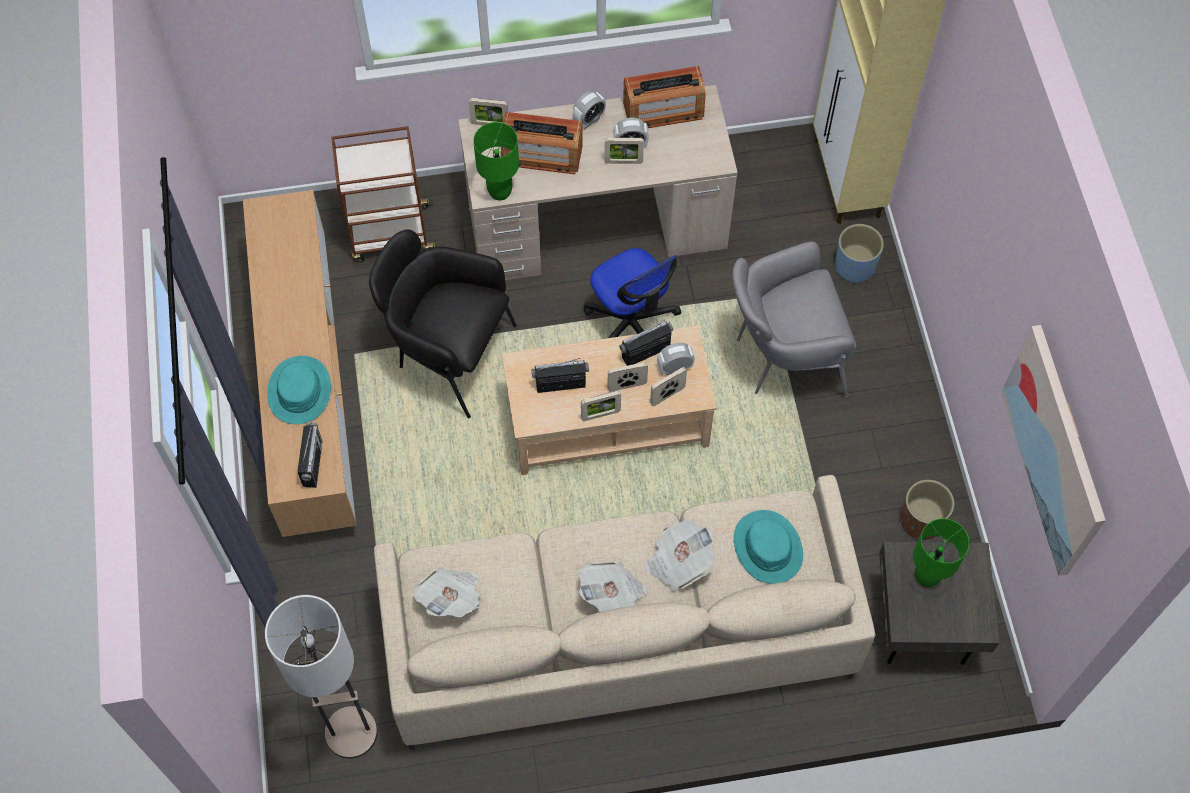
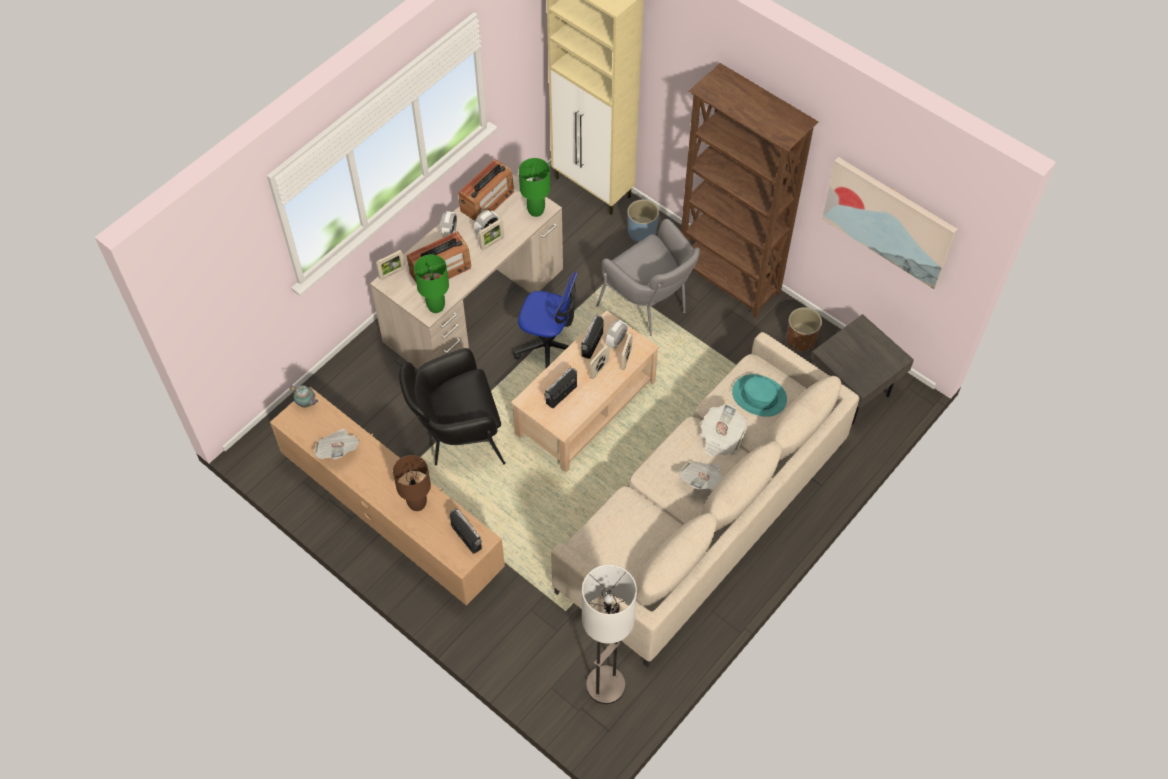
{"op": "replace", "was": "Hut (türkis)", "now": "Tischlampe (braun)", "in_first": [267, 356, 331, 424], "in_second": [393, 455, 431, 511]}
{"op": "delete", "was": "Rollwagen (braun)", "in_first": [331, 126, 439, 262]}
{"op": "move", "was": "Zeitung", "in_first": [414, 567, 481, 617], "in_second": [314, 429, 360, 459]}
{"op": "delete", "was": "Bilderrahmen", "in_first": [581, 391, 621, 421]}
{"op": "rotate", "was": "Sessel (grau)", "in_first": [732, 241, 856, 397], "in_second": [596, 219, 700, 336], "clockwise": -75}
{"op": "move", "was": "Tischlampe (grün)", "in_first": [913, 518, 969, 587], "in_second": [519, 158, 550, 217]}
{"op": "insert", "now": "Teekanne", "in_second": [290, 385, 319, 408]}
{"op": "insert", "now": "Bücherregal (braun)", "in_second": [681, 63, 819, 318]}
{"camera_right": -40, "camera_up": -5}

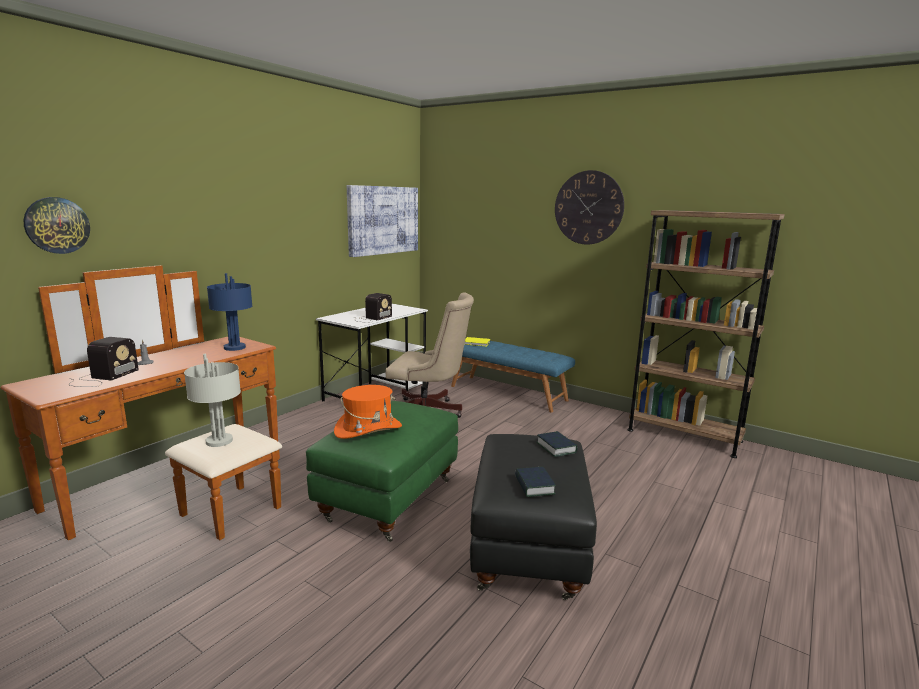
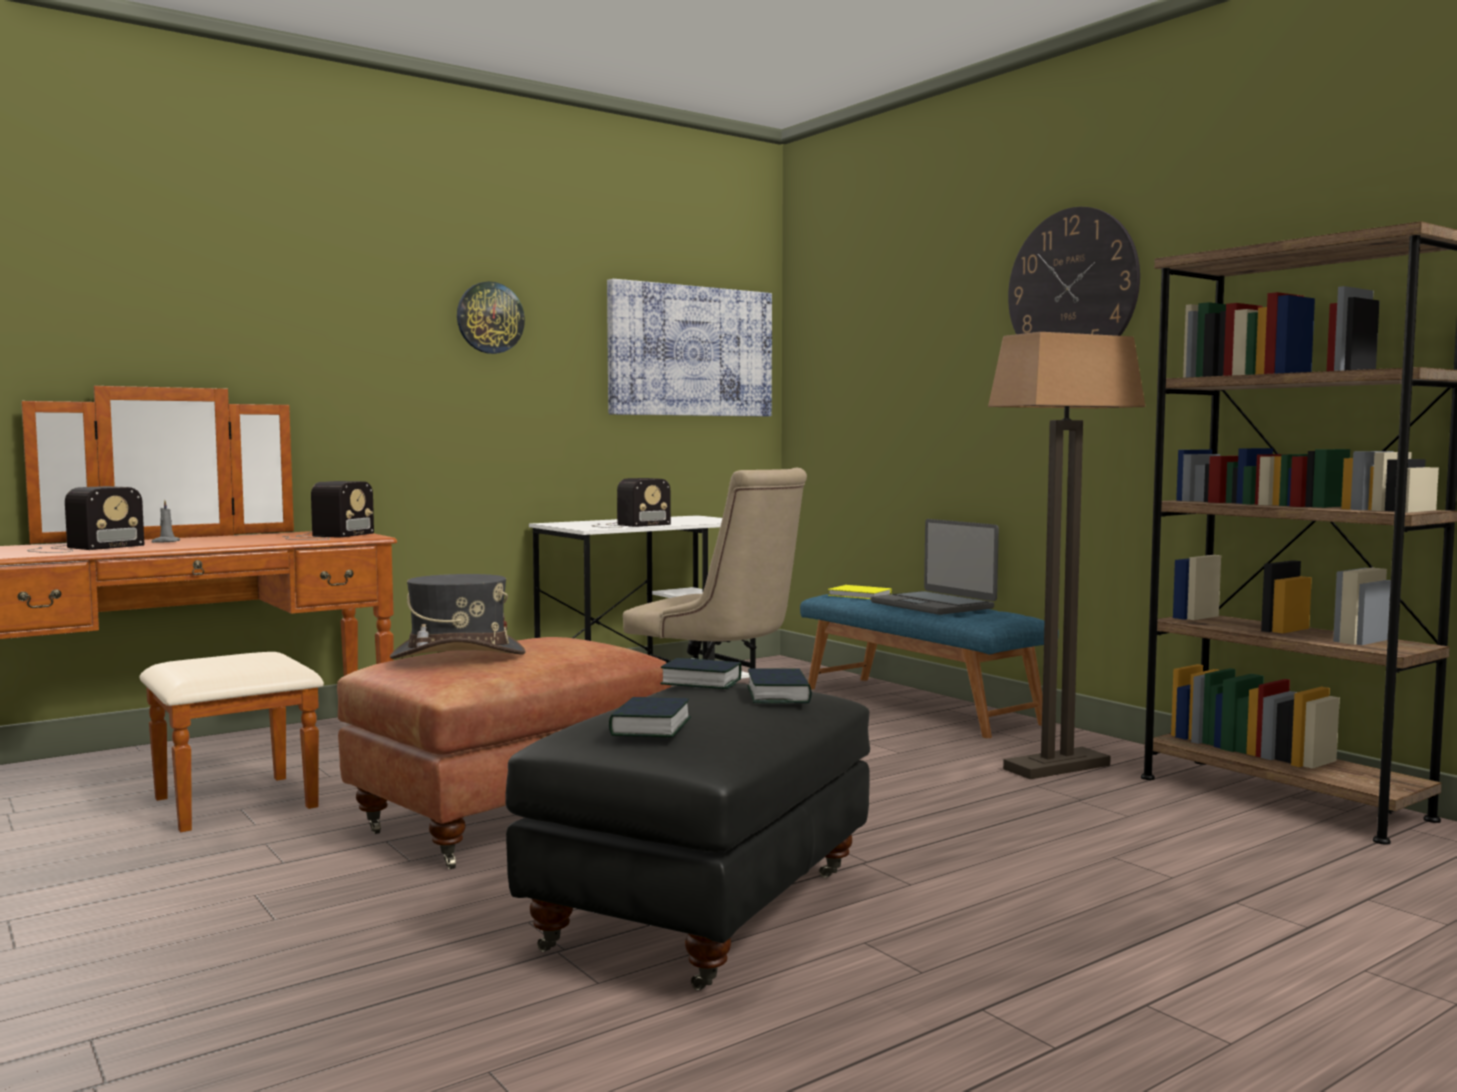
{"op": "move", "was": "Wanduhr", "in_first": [23, 197, 90, 254], "in_second": [457, 282, 525, 354]}
{"op": "delete", "was": "Tischlampe (grau)", "in_first": [184, 354, 241, 447]}
{"op": "replace", "was": "Tischlampe (blau)", "now": "Radio", "in_first": [207, 273, 252, 351], "in_second": [282, 481, 374, 540]}
{"op": "recolor", "was": "Polsterhocker (grün)", "now": "Polsterhocker (braun)", "in_first": [306, 401, 458, 542], "in_second": [337, 637, 671, 869]}
{"op": "recolor", "was": "Hut (orange)", "now": "Hut (grau)", "in_first": [334, 385, 402, 439], "in_second": [390, 574, 526, 659]}
{"op": "insert", "now": "Buch", "in_second": [660, 658, 741, 689]}
{"op": "insert", "now": "Laptop", "in_second": [871, 519, 999, 615]}
{"op": "insert", "now": "Stehlampe", "in_second": [988, 332, 1146, 779]}
{"camera_right": 20, "camera_up": -10}

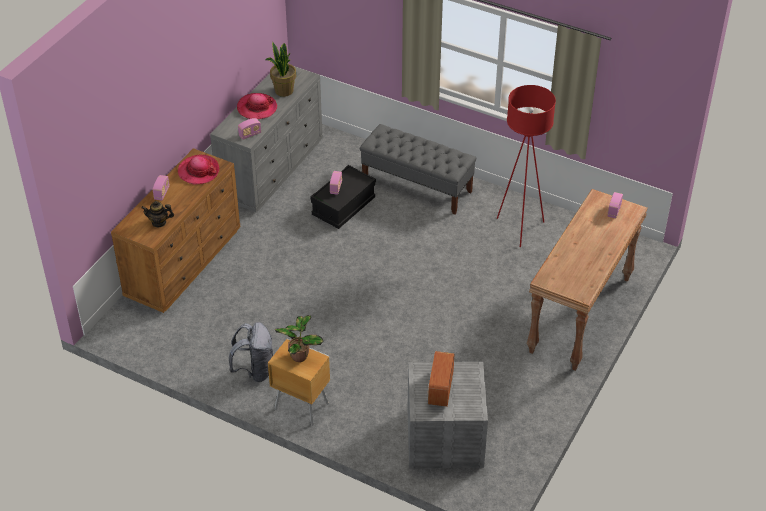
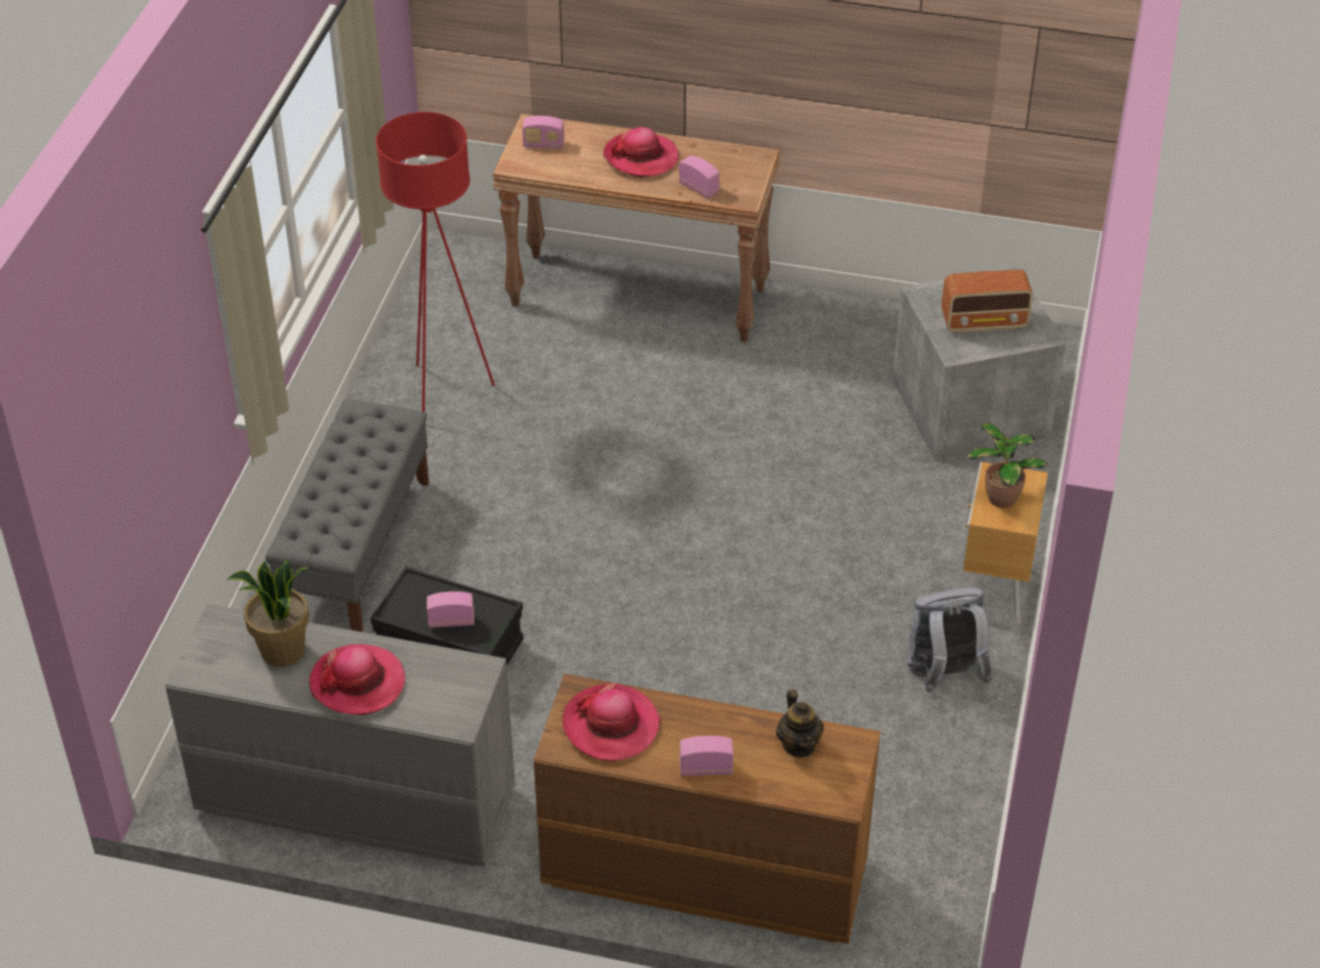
{"op": "move", "was": "Radio", "in_first": [238, 118, 261, 140], "in_second": [679, 155, 720, 199]}
{"op": "insert", "now": "Hut", "in_second": [603, 127, 679, 177]}
{"camera_right": -105, "camera_up": 0}

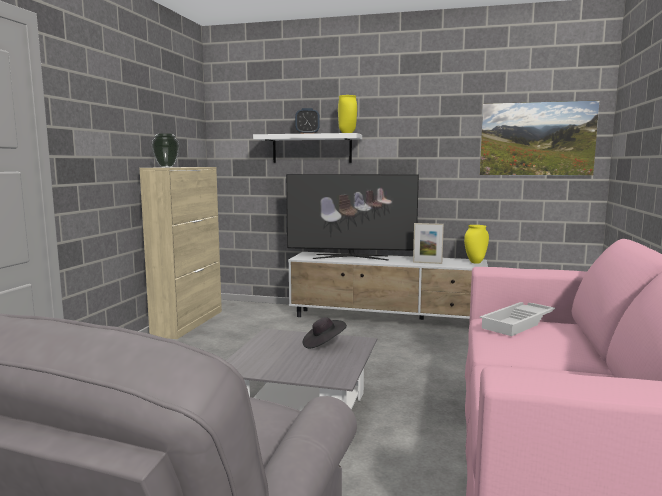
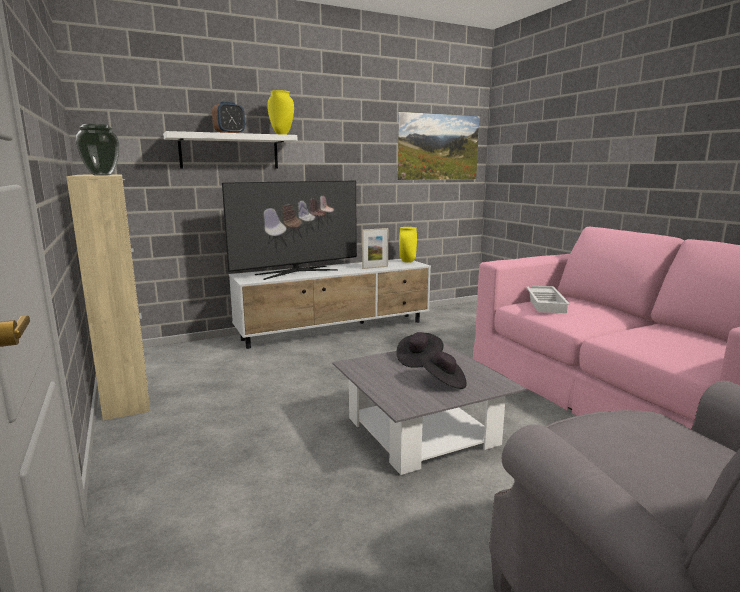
{"op": "insert", "now": "Hut (schwarz)", "in_second": [418, 351, 467, 389]}
{"camera_right": -40, "camera_up": 5}

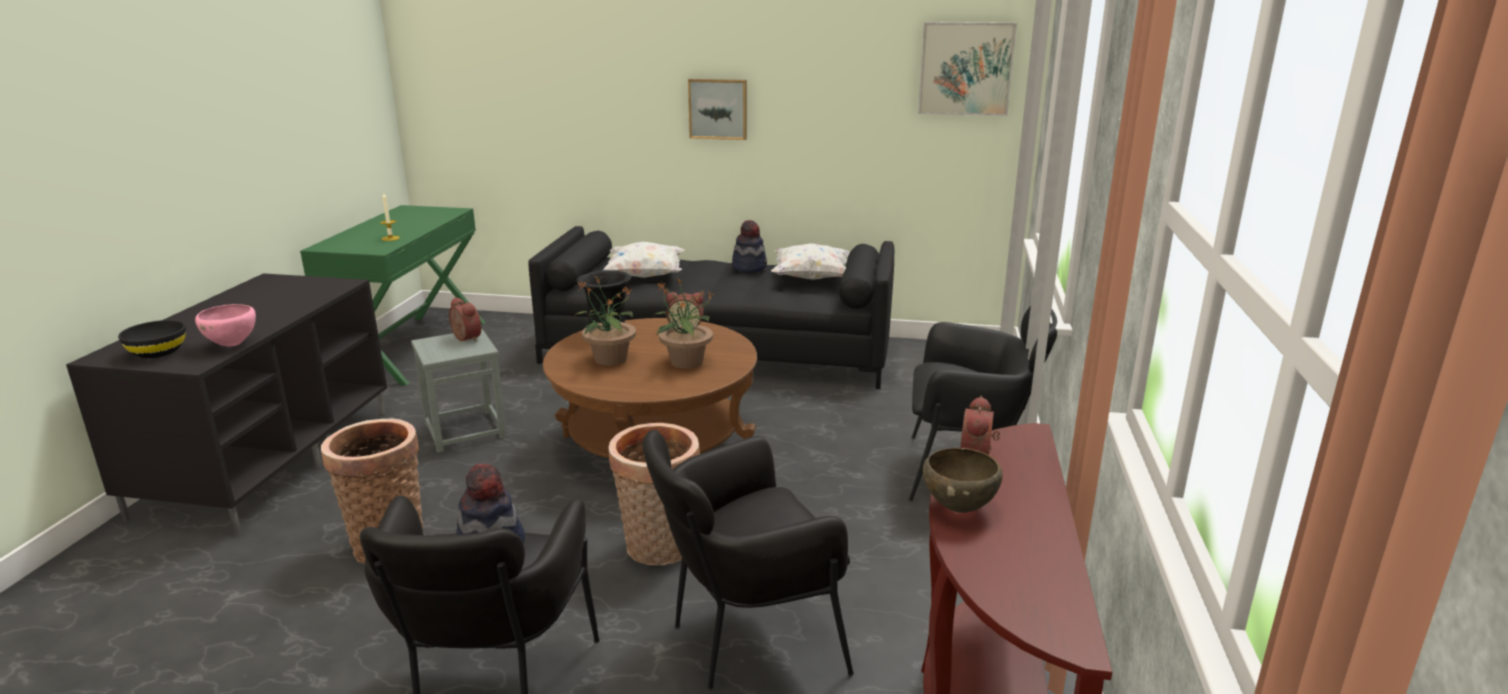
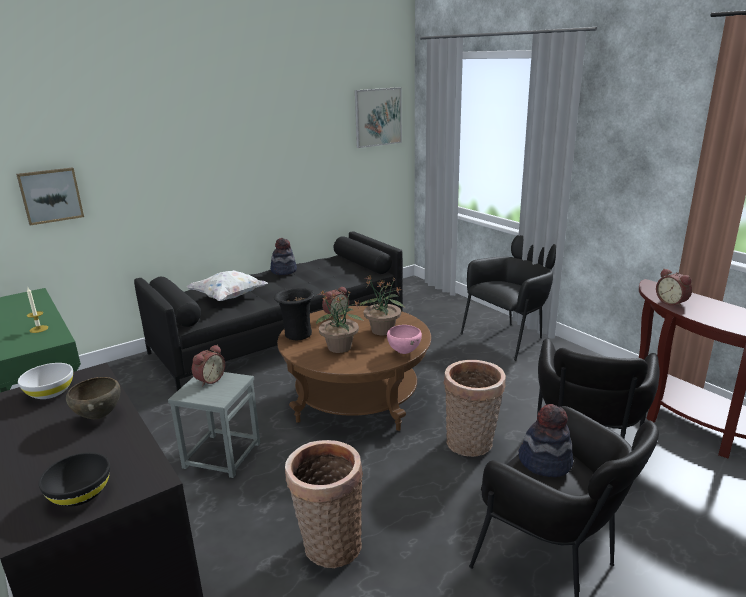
{"op": "move", "was": "Schüssel (rosa)", "in_first": [195, 304, 256, 346], "in_second": [387, 325, 422, 354]}
{"op": "rotate", "was": "Wecker", "in_first": [449, 297, 481, 342], "in_second": [192, 344, 225, 387], "clockwise": 120}
{"op": "move", "was": "Bild", "in_first": [688, 79, 747, 140], "in_second": [16, 167, 84, 226]}
{"op": "delete", "was": "Kissen (weiß)", "in_first": [771, 243, 850, 280]}
{"op": "move", "was": "Schüssel (braun)", "in_first": [923, 448, 1003, 513], "in_second": [66, 377, 120, 419]}
{"op": "insert", "now": "Schüssel (weiß)", "in_second": [18, 363, 73, 399]}
{"camera_right": -45, "camera_up": 0}

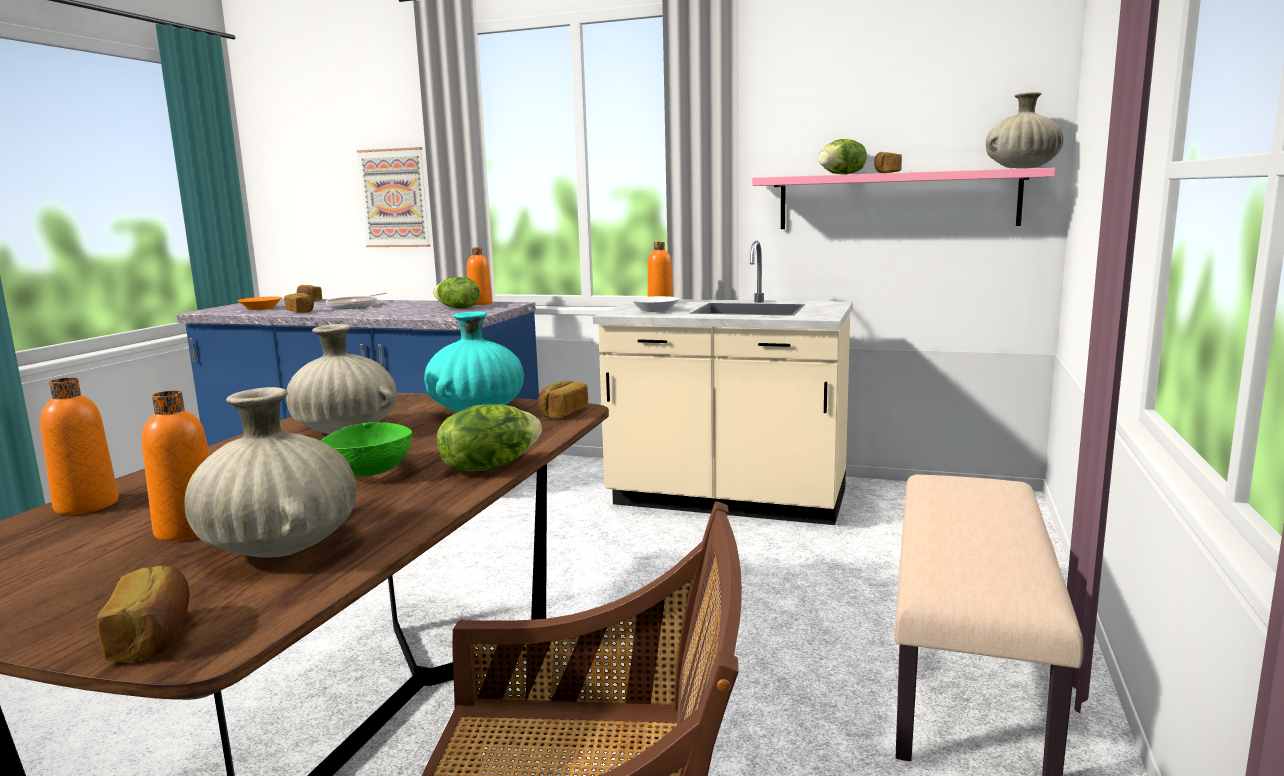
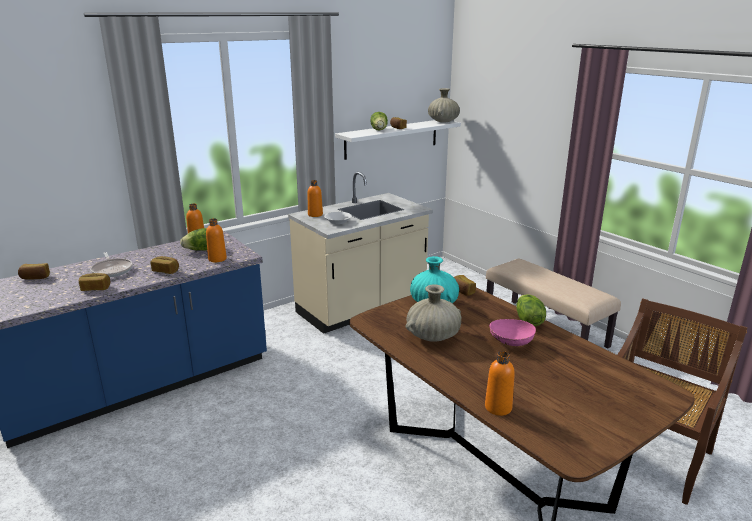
{"op": "move", "was": "Brot", "in_first": [97, 566, 190, 662], "in_second": [150, 256, 179, 274]}
{"op": "move", "was": "Flasche (orange)", "in_first": [142, 391, 210, 541], "in_second": [206, 218, 227, 262]}
{"op": "delete", "was": "Vase (beige)", "in_first": [184, 387, 357, 558]}
{"op": "delete", "was": "Schüssel (orange)", "in_first": [237, 297, 282, 310]}
{"op": "recolor", "was": "Schüssel (grün)", "now": "Schüssel (rosa)", "in_first": [321, 422, 412, 476], "in_second": [489, 319, 536, 346]}
{"op": "delete", "was": "Bild", "in_first": [357, 147, 430, 247]}
{"op": "recolor", "was": "Wandregal (rosa)", "now": "Wandregal (weiß)", "in_first": [752, 168, 1055, 229], "in_second": [335, 120, 461, 160]}
{"camera_right": -55, "camera_up": 10}

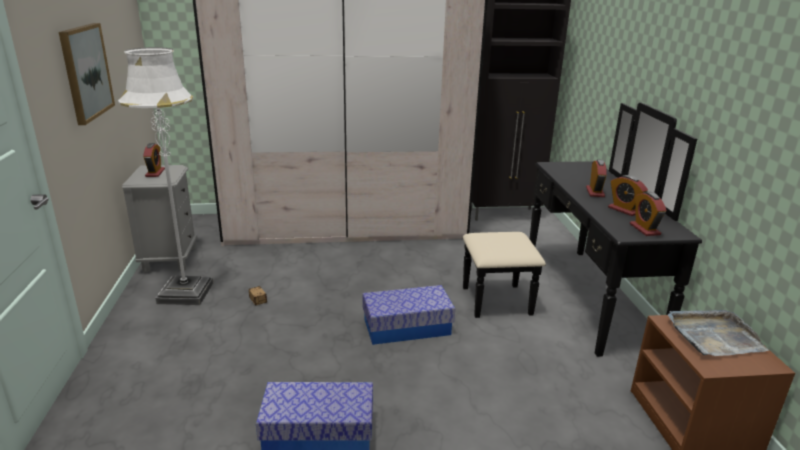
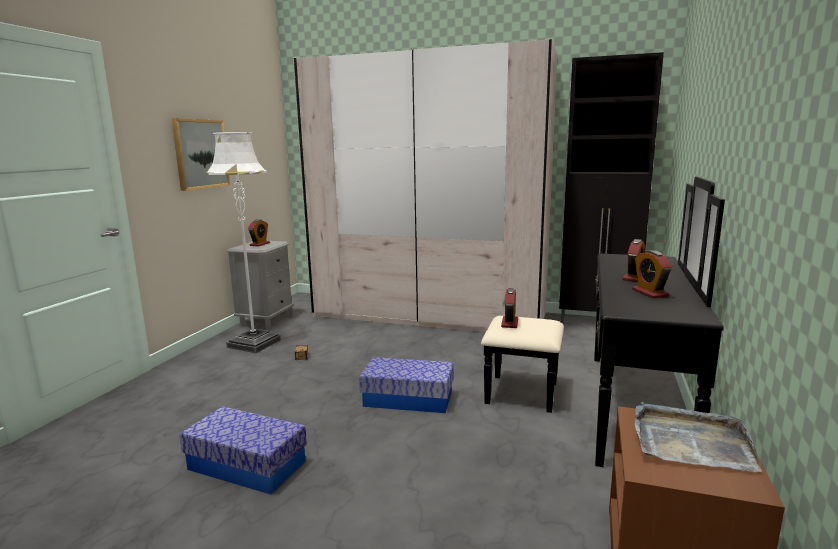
{"op": "move", "was": "Wecker", "in_first": [630, 192, 667, 236], "in_second": [501, 288, 518, 328]}
{"camera_right": 25, "camera_up": -10}

